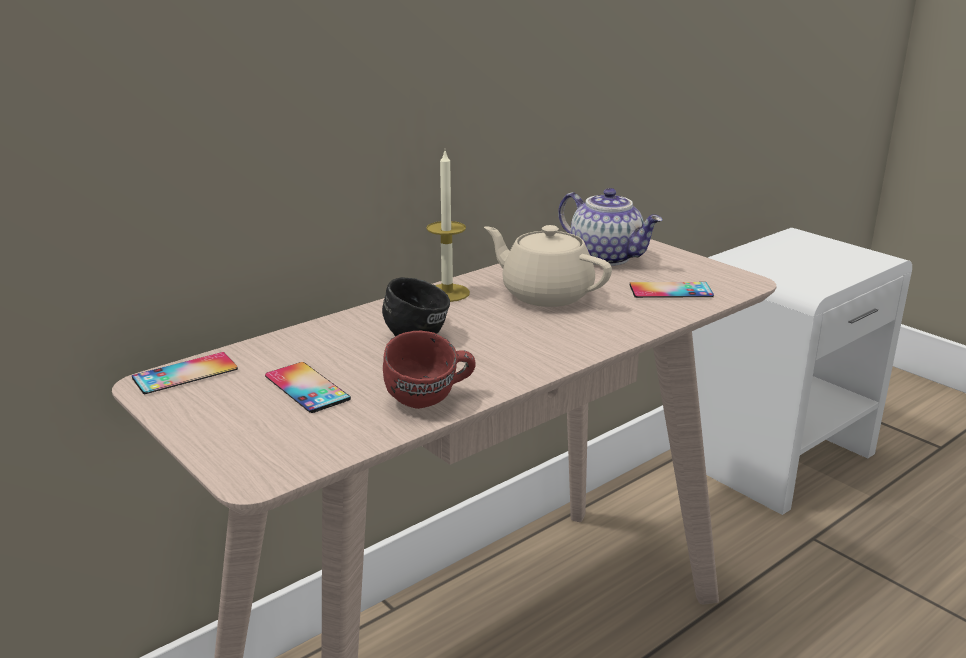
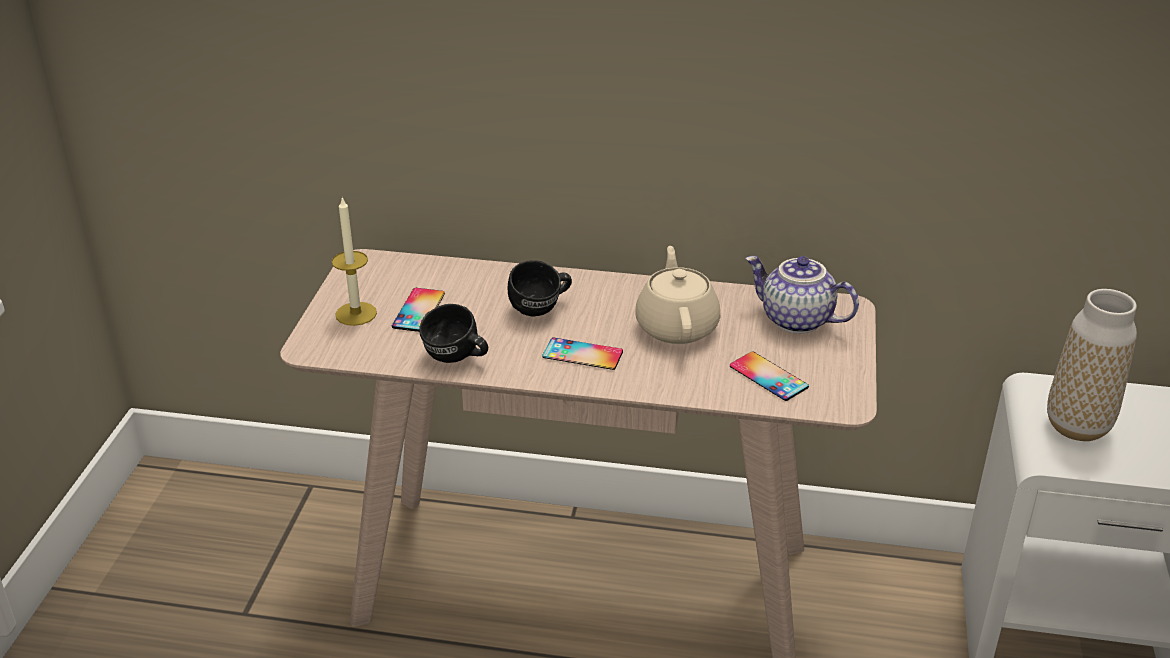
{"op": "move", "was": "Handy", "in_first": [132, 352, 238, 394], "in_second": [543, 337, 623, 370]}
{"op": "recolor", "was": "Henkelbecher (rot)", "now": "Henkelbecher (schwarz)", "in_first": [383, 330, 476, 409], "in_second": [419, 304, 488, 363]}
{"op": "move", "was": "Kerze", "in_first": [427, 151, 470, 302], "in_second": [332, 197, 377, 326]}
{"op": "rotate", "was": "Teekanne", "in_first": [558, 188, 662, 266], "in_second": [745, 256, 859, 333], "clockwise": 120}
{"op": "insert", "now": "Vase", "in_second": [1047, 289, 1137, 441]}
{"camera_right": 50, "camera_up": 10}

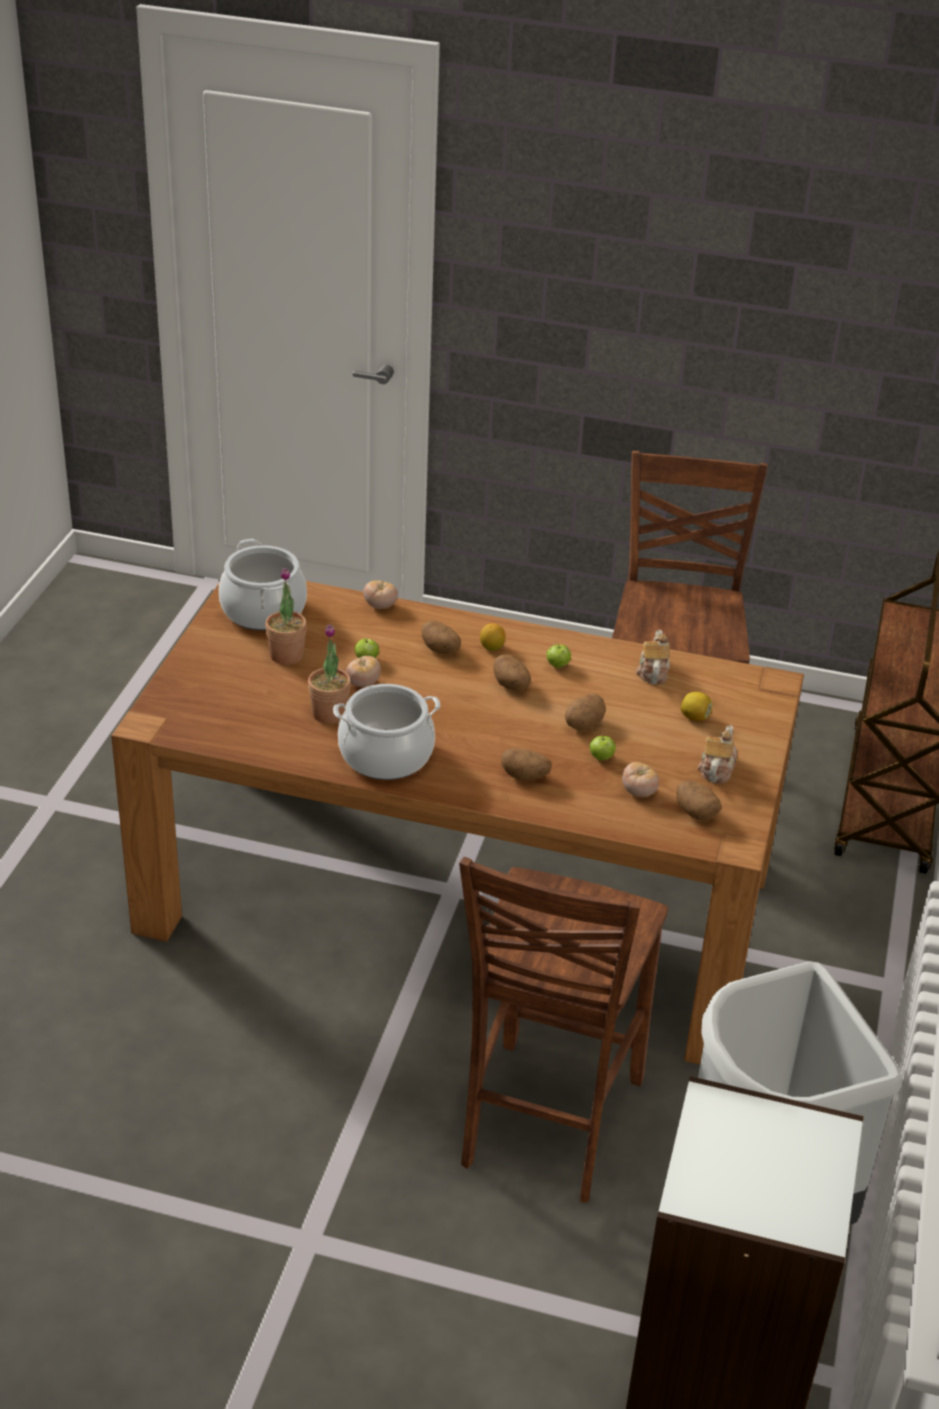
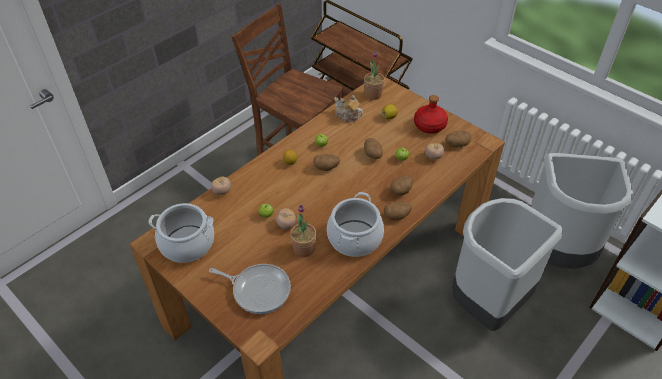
{"op": "move", "was": "Topfpflanze", "in_first": [265, 568, 307, 665], "in_second": [364, 51, 385, 100]}
{"op": "move", "was": "Kartoffel", "in_first": [421, 620, 461, 654], "in_second": [384, 202, 412, 220]}
{"op": "replace", "was": "Stuhl (braun)", "now": "Mülleimer (grau)", "in_first": [459, 857, 668, 1203], "in_second": [452, 198, 563, 331]}
{"op": "replace", "was": "Teekanne", "now": "Flasche (rot)", "in_first": [698, 725, 737, 783], "in_second": [414, 95, 448, 134]}
{"op": "insert", "now": "Pfanne", "in_second": [209, 264, 291, 314]}
{"camera_right": -60, "camera_up": 10}

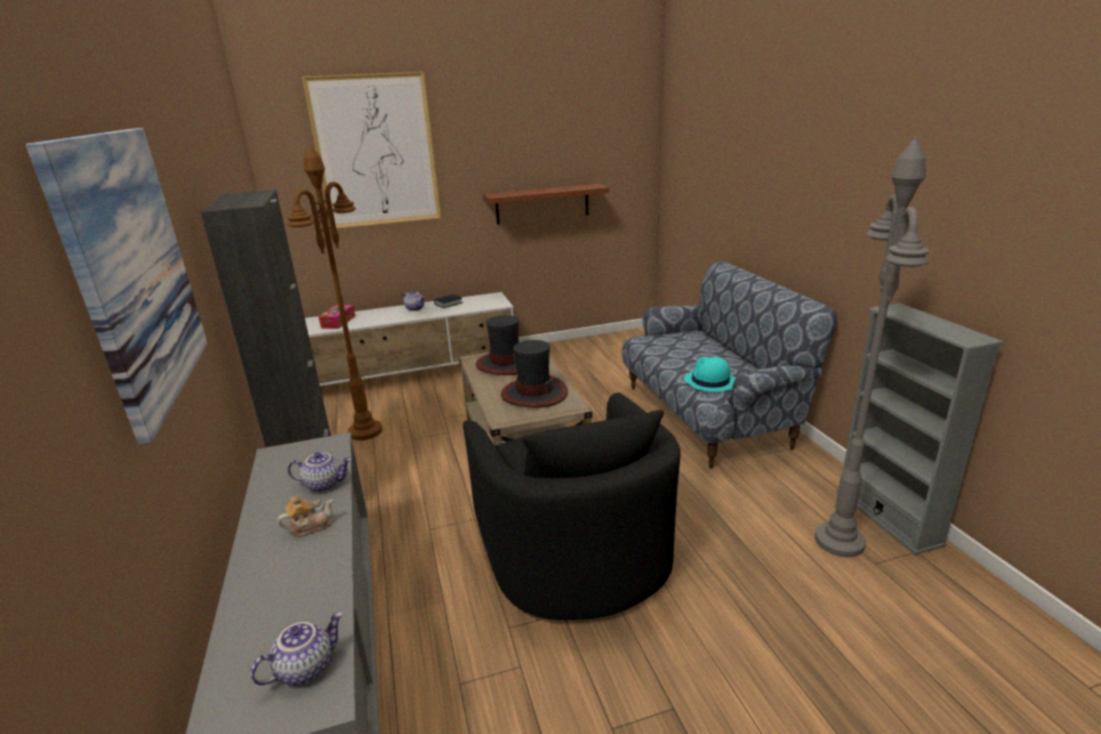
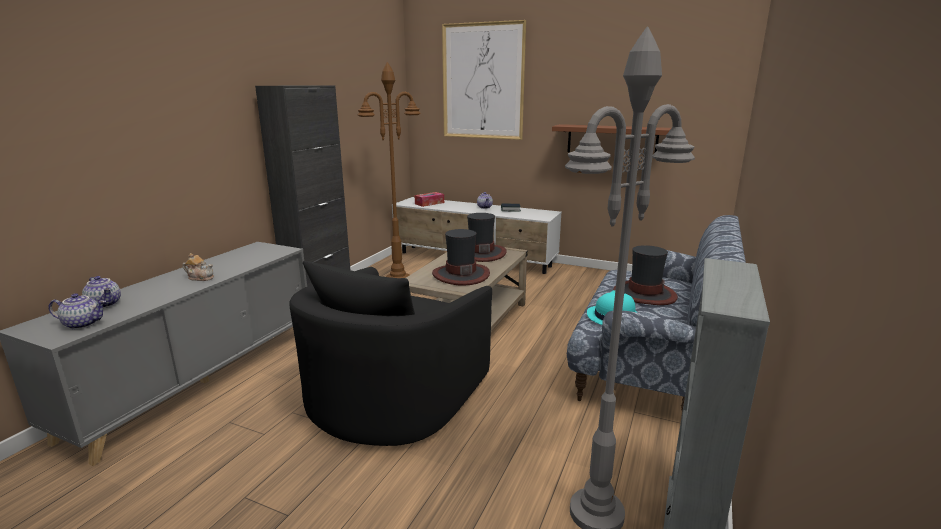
{"op": "delete", "was": "Bild", "in_first": [26, 128, 207, 444]}
{"op": "move", "was": "Teekanne", "in_first": [288, 452, 352, 492], "in_second": [82, 276, 121, 308]}
{"op": "insert", "now": "Hut", "in_second": [613, 245, 678, 305]}
{"camera_right": 40, "camera_up": -5}

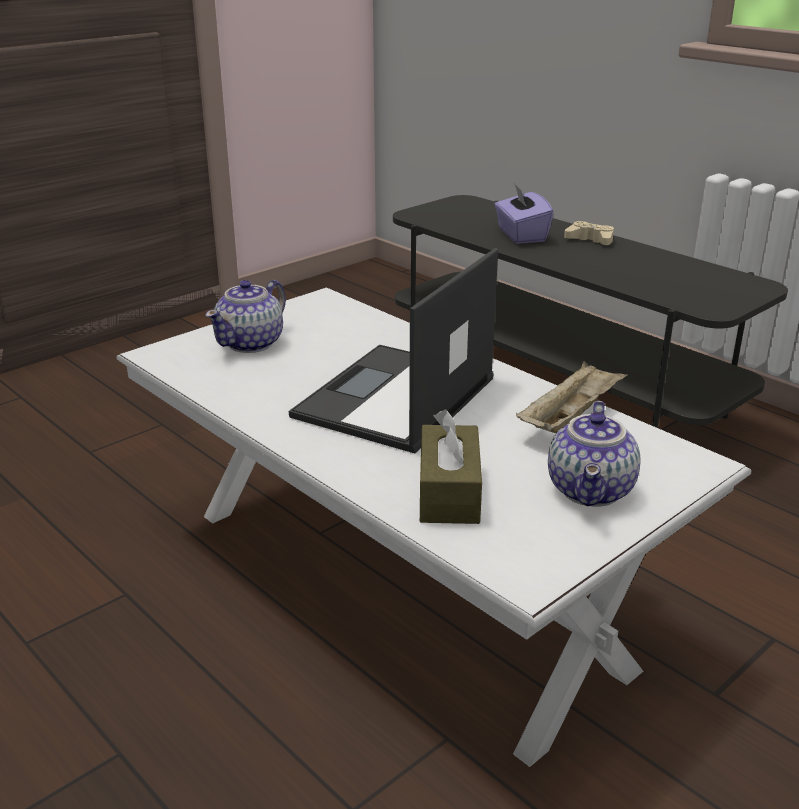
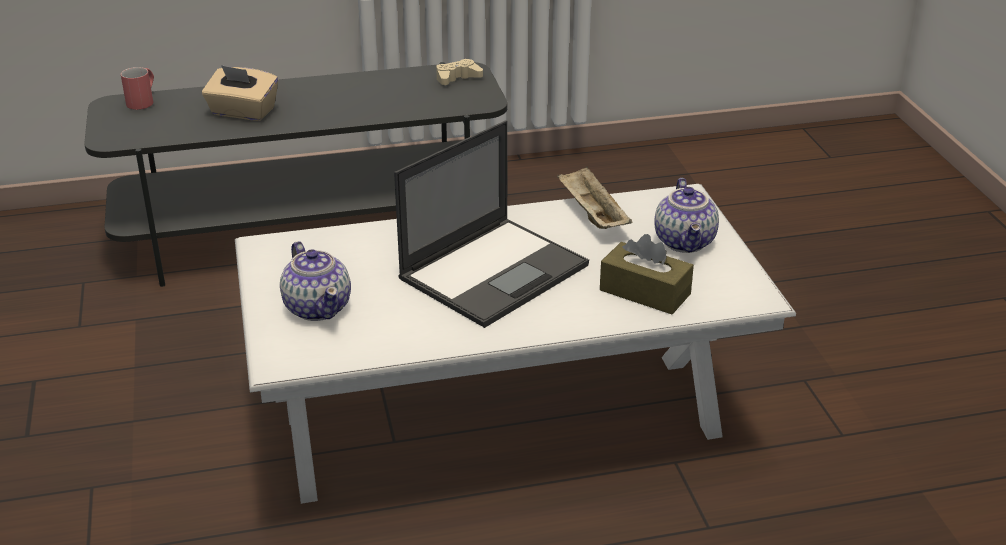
{"op": "rotate", "was": "Laptop", "in_first": [289, 248, 498, 453], "in_second": [394, 120, 589, 328], "clockwise": -105}
{"op": "recolor", "was": "Taschentuchbox (lila)", "now": "Taschentuchbox (beige)", "in_first": [495, 183, 553, 244], "in_second": [202, 65, 278, 121]}
{"op": "rotate", "was": "Teekanne", "in_first": [548, 401, 640, 507], "in_second": [655, 178, 719, 253], "clockwise": 45}
{"op": "move", "was": "Gamepad (beige)", "in_first": [564, 221, 614, 245], "in_second": [436, 59, 483, 85]}
{"op": "insert", "now": "Henkelbecher (rot)", "in_second": [121, 67, 154, 110]}
{"camera_right": -60, "camera_up": 5}

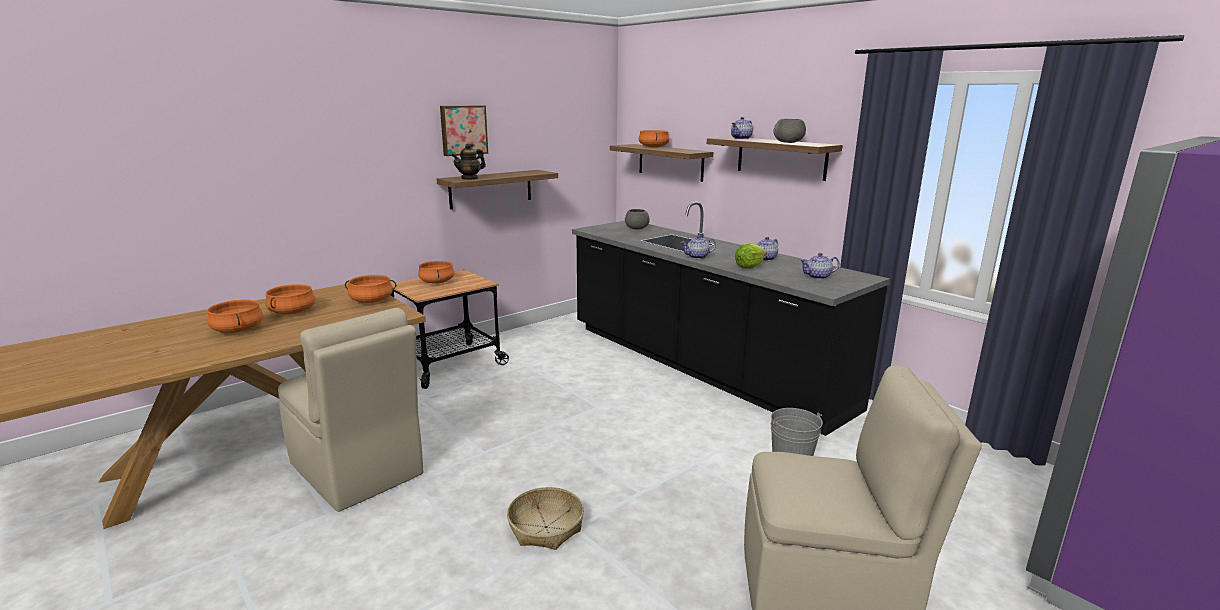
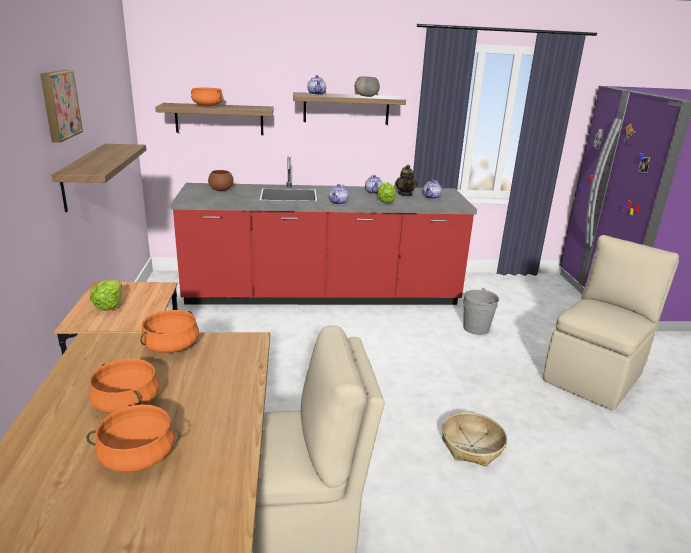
{"op": "replace", "was": "Kochtopf (orange)", "now": "Salatkopf", "in_first": [418, 261, 454, 283], "in_second": [90, 279, 122, 311]}
{"op": "move", "was": "Teekanne", "in_first": [451, 144, 486, 180], "in_second": [395, 165, 417, 196]}
{"op": "recolor", "was": "Küchenzeile (schwarz)", "now": "Küchenzeile (rot)", "in_first": [572, 202, 890, 436], "in_second": [170, 155, 477, 305]}
{"op": "recolor", "was": "Schüssel (grau)", "now": "Schüssel (braun)", "in_first": [625, 209, 650, 230], "in_second": [208, 170, 234, 191]}
{"camera_right": -55, "camera_up": 5}

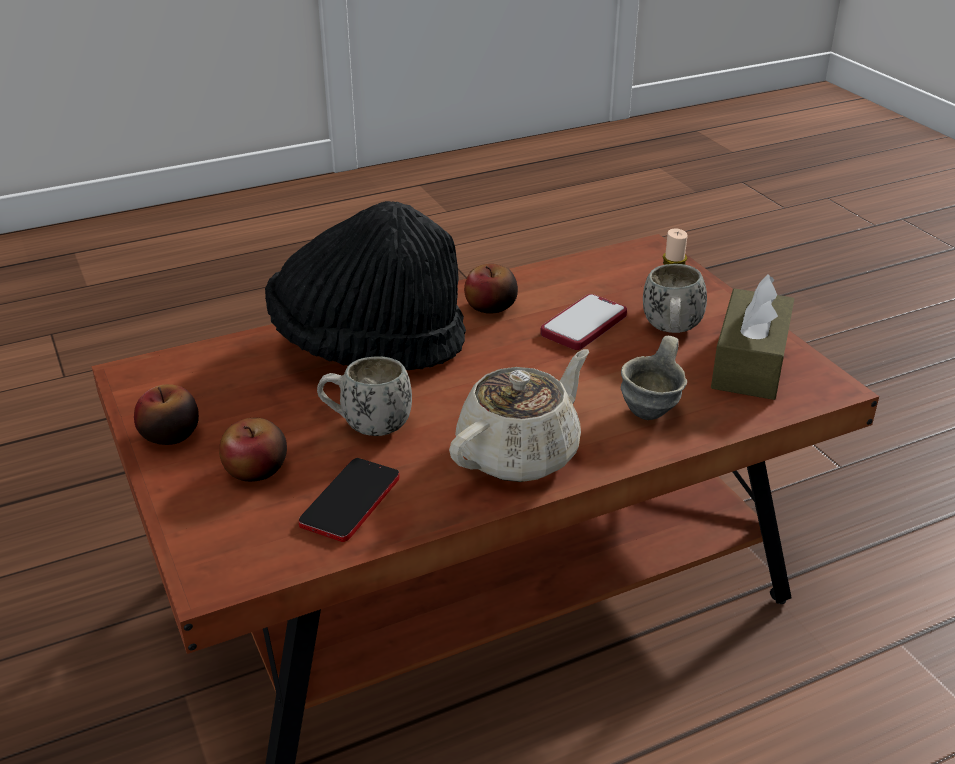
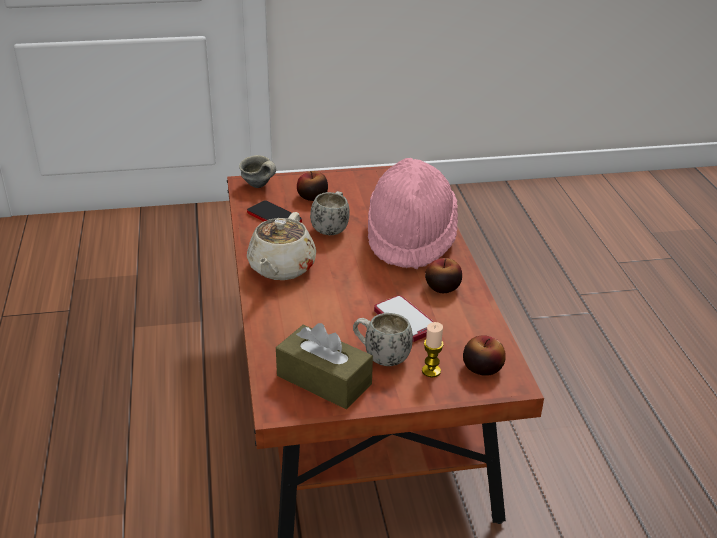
{"op": "move", "was": "Apfel", "in_first": [134, 384, 199, 445], "in_second": [463, 335, 506, 376]}
{"op": "recolor", "was": "Hut (schwarz)", "now": "Hut (rosa)", "in_first": [265, 201, 466, 370], "in_second": [368, 158, 458, 269]}
{"op": "rotate", "was": "Teekanne (beige)", "in_first": [449, 349, 589, 482], "in_second": [247, 212, 316, 280], "clockwise": 45}
{"op": "move", "was": "Henkelbecher (grau)", "in_first": [621, 336, 687, 420], "in_second": [239, 155, 276, 188]}
{"camera_right": 105, "camera_up": 0}

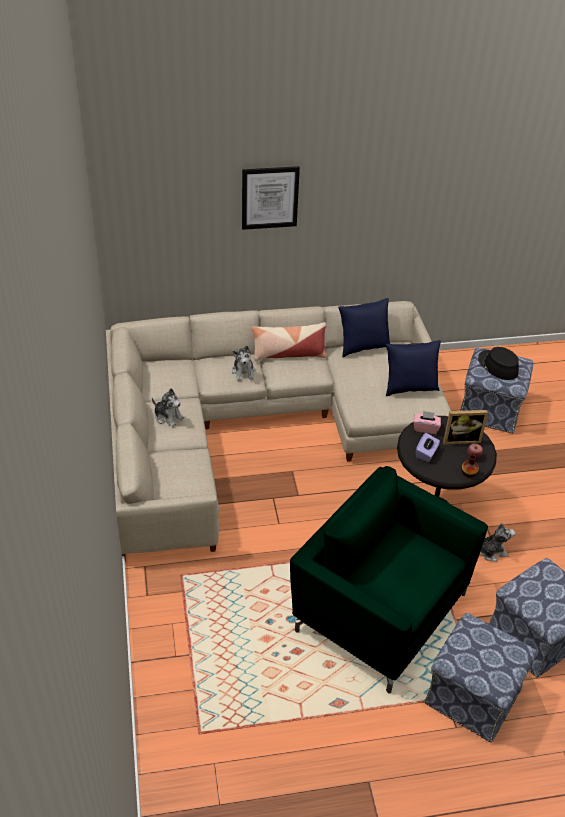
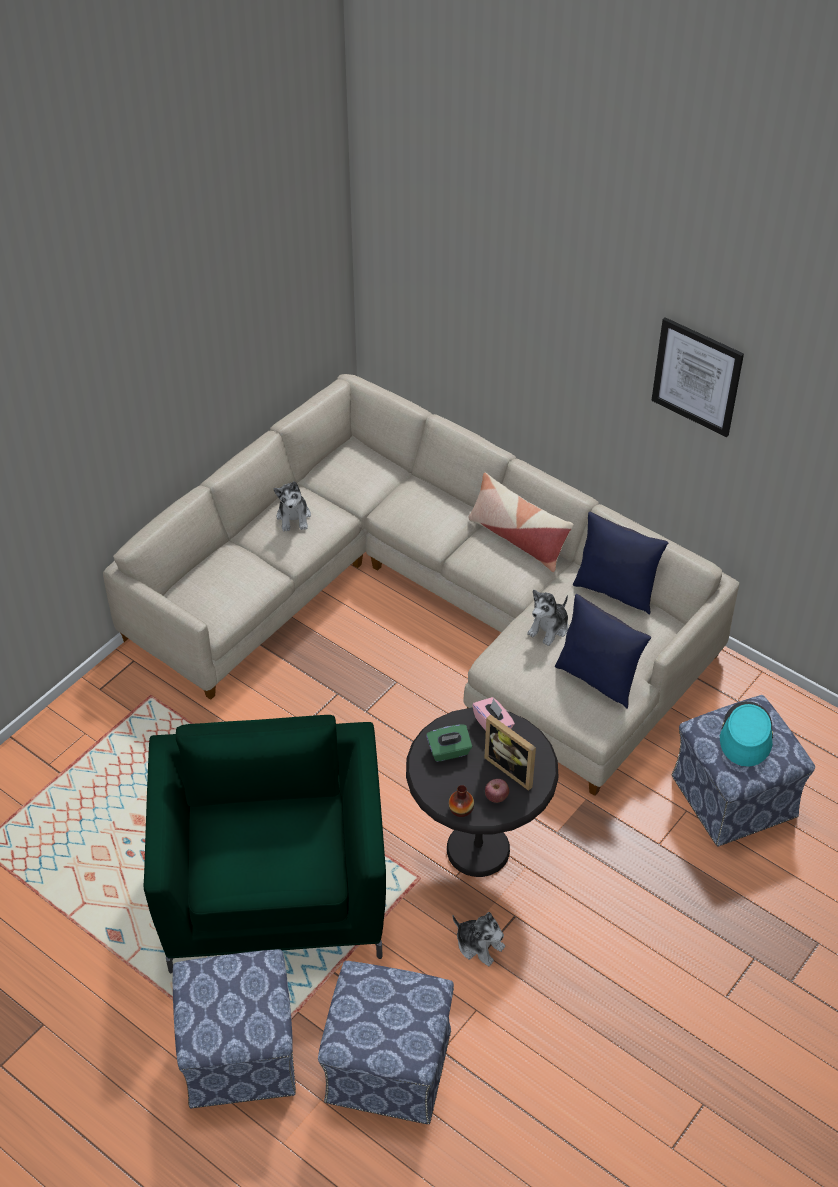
{"op": "move", "was": "Plüschtier", "in_first": [232, 346, 255, 381], "in_second": [527, 590, 568, 646]}
{"op": "move", "was": "Bild", "in_first": [242, 166, 300, 230], "in_second": [651, 317, 744, 437]}
{"op": "recolor", "was": "Taschentuchbox (lila)", "now": "Taschentuchbox (grün)", "in_first": [416, 433, 440, 462], "in_second": [426, 725, 472, 762]}
{"op": "recolor", "was": "Hut (schwarz)", "now": "Hut (türkis)", "in_first": [478, 347, 519, 380], "in_second": [720, 701, 773, 767]}
{"camera_right": 50, "camera_up": 5}

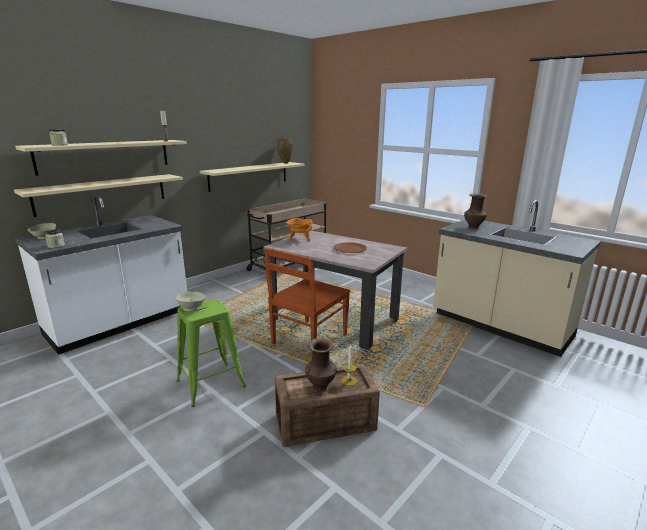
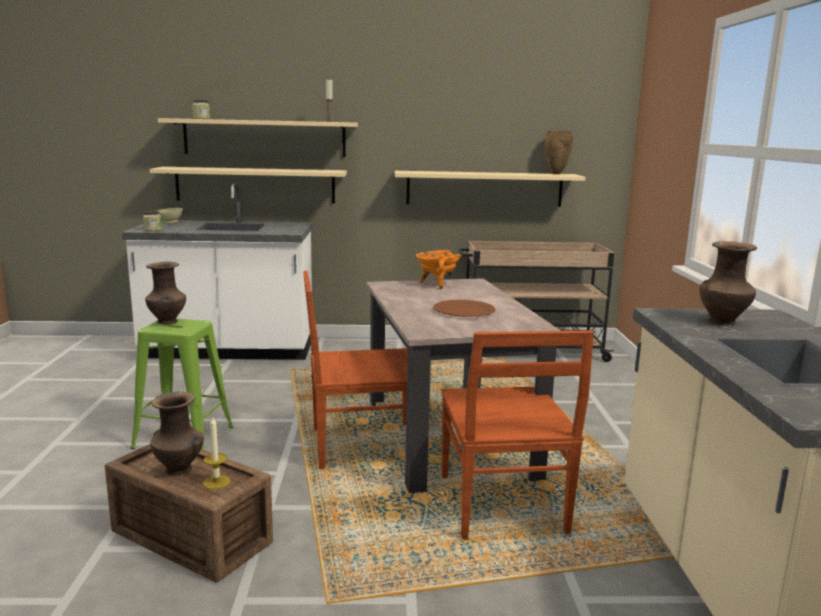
{"op": "replace", "was": "Schüssel (beige)", "now": "Vase (braun)", "in_first": [175, 292, 206, 311], "in_second": [145, 262, 186, 325]}
{"op": "insert", "now": "Stuhl (braun)", "in_second": [441, 330, 594, 540]}
{"camera_right": 45, "camera_up": -5}

